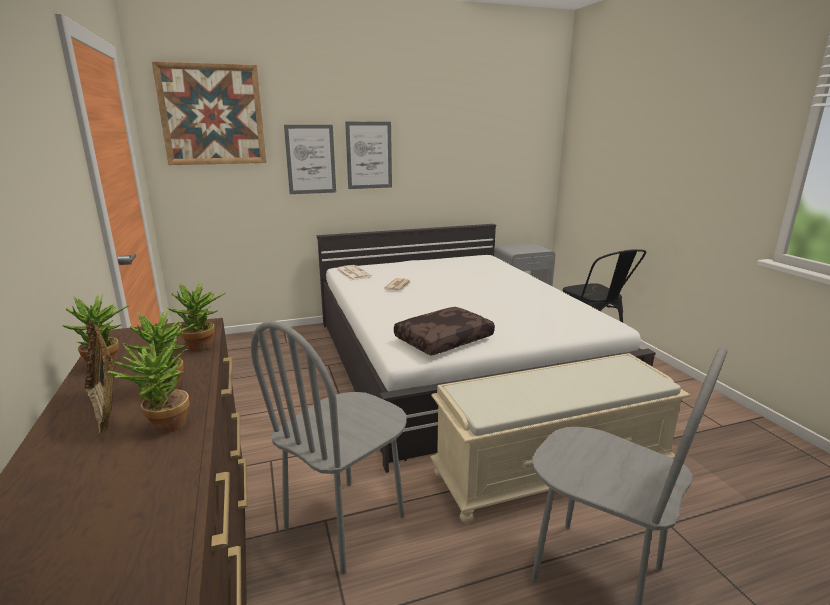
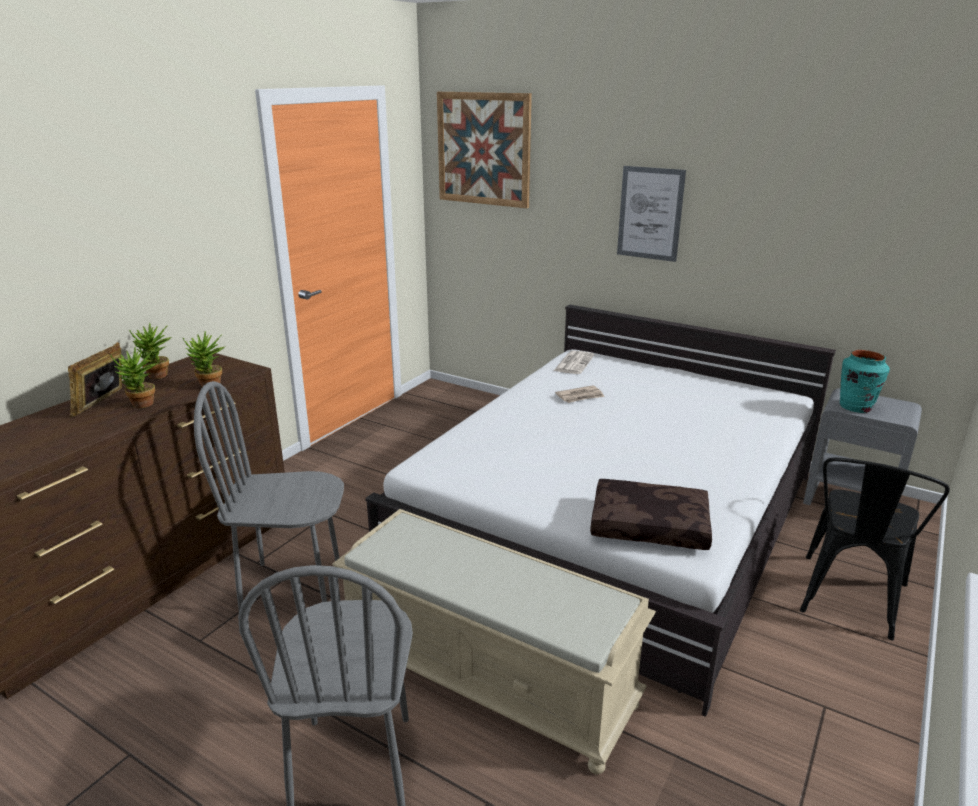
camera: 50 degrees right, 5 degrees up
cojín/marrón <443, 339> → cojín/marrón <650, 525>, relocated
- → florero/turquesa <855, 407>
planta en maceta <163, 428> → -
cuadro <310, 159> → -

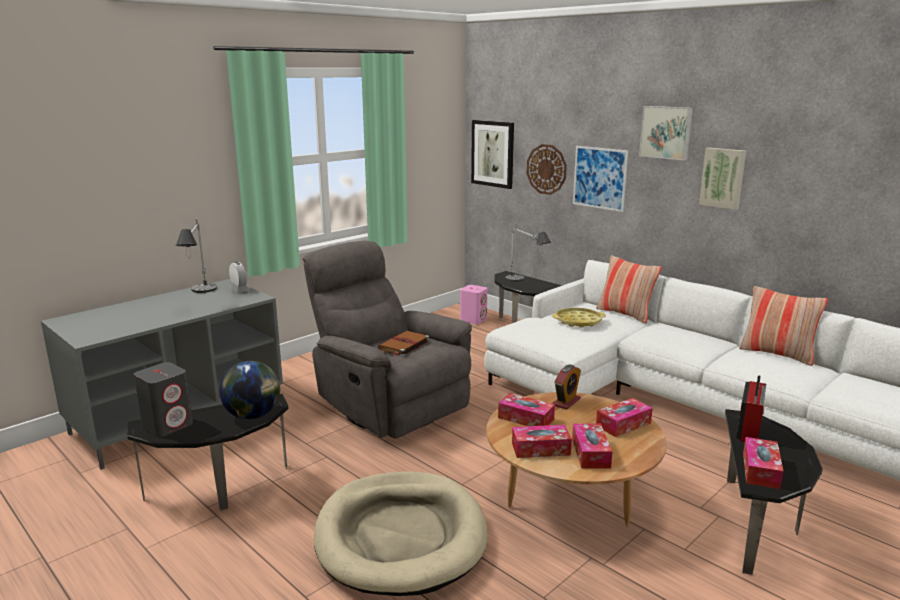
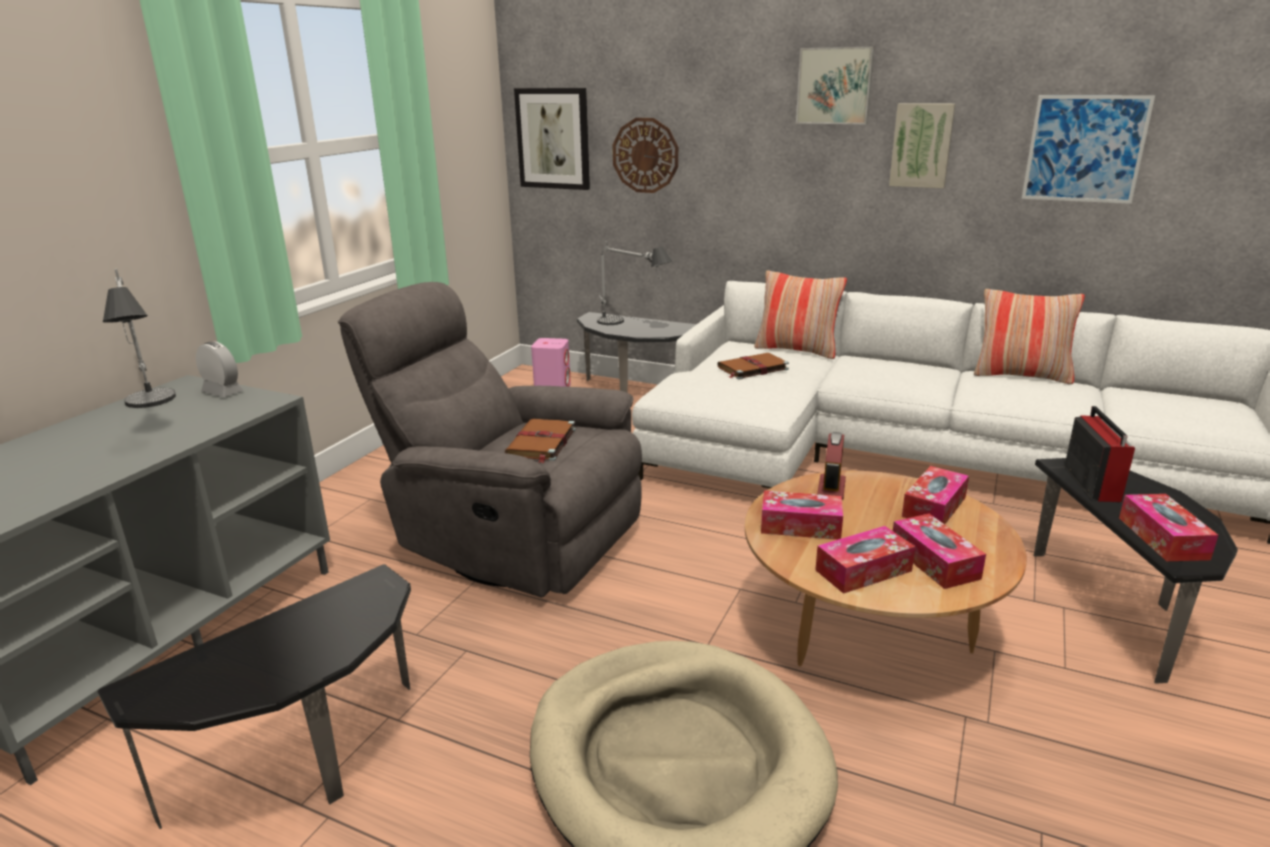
camera: 20 degrees left, 5 degrees up
bandeja/amarillo <578, 321> → libro/marrón <751, 368>
cuadro <599, 178> → cuadro <1085, 149>, relocated
altavoz/gris <168, 425> → -
globo terráqueo <253, 415> → -

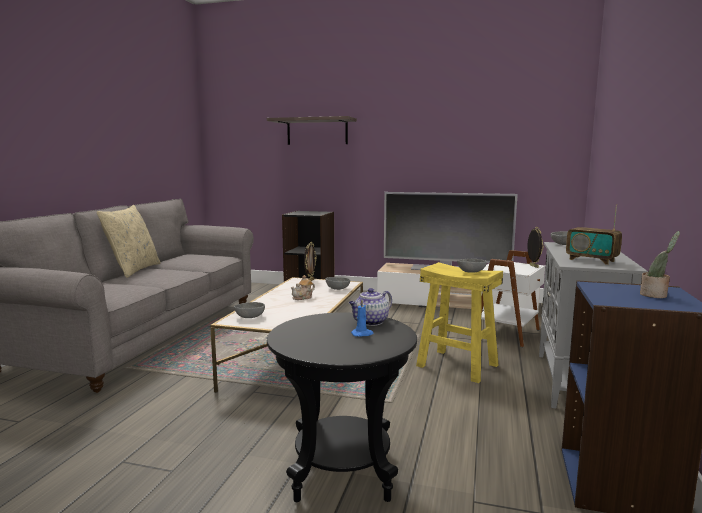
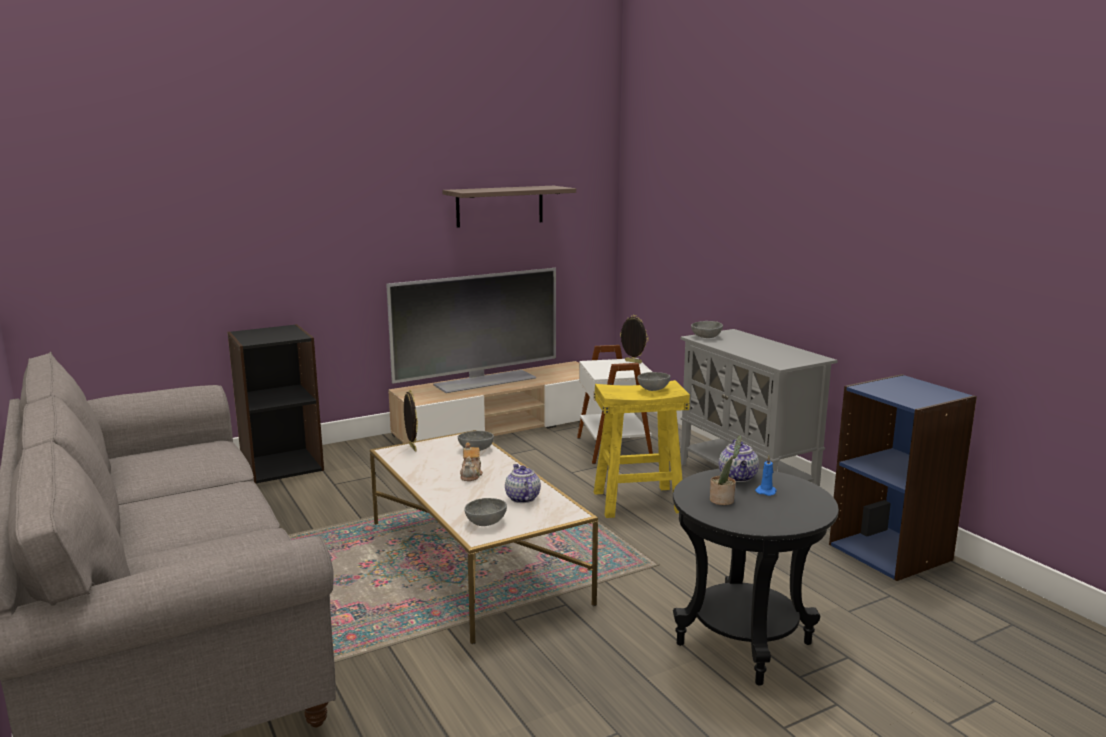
camera: 45 degrees left, 5 degrees up
estante <317, 131> → estante <500, 206>, relocated
- → tetera <522, 498>
planta en maceta <655, 295> → planta en maceta <723, 500>, relocated
cojín/beis <133, 270> → -
radio <591, 260> → -

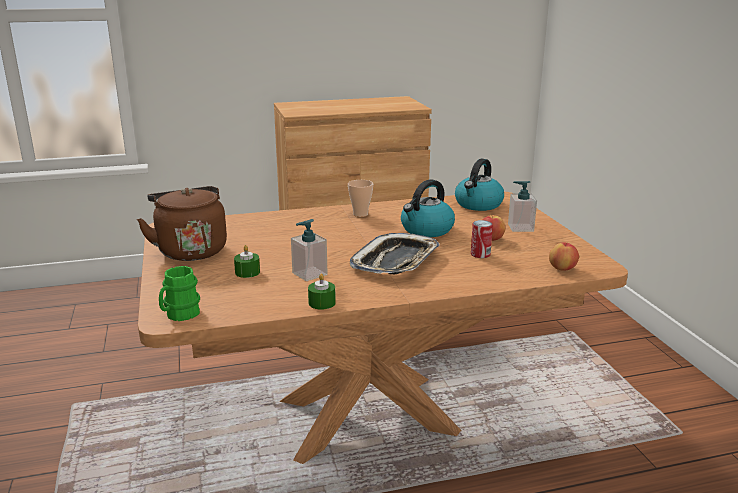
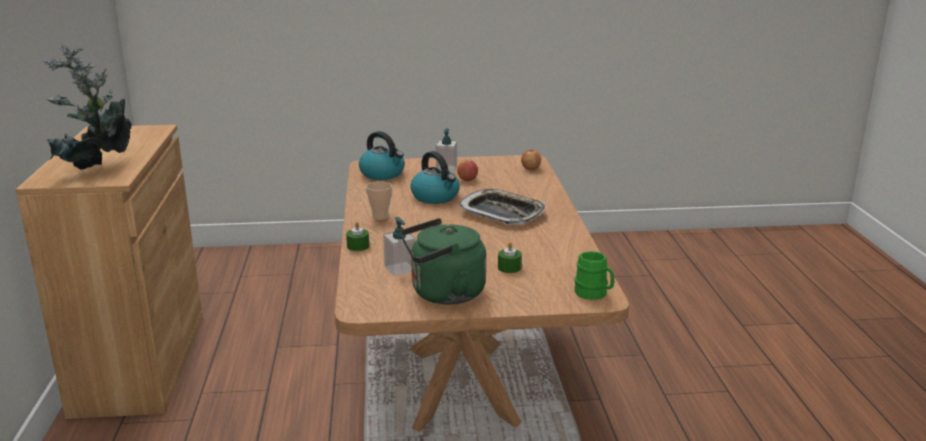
camera: 80 degrees left, 0 degrees up
- → planta en maceta <97, 170>
vela/verde <322, 303> → vela/verde <358, 246>, relocated
dispensador de jabón <309, 274> → dispensador de jabón <400, 269>, relocated
hervidor/marrón <190, 250> → hervidor/verde <443, 294>
lata <480, 254> → -

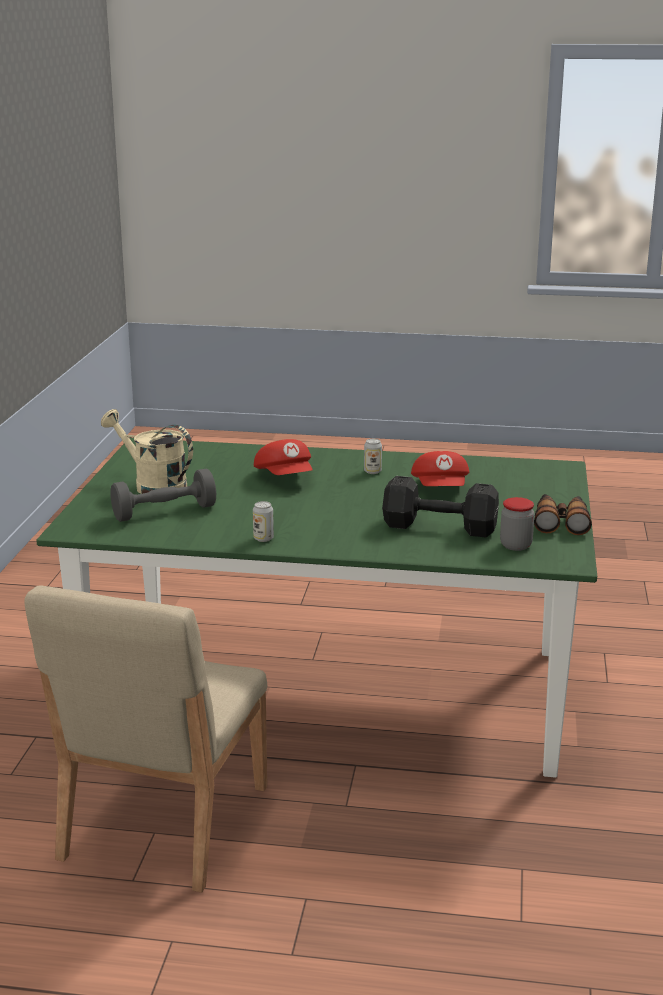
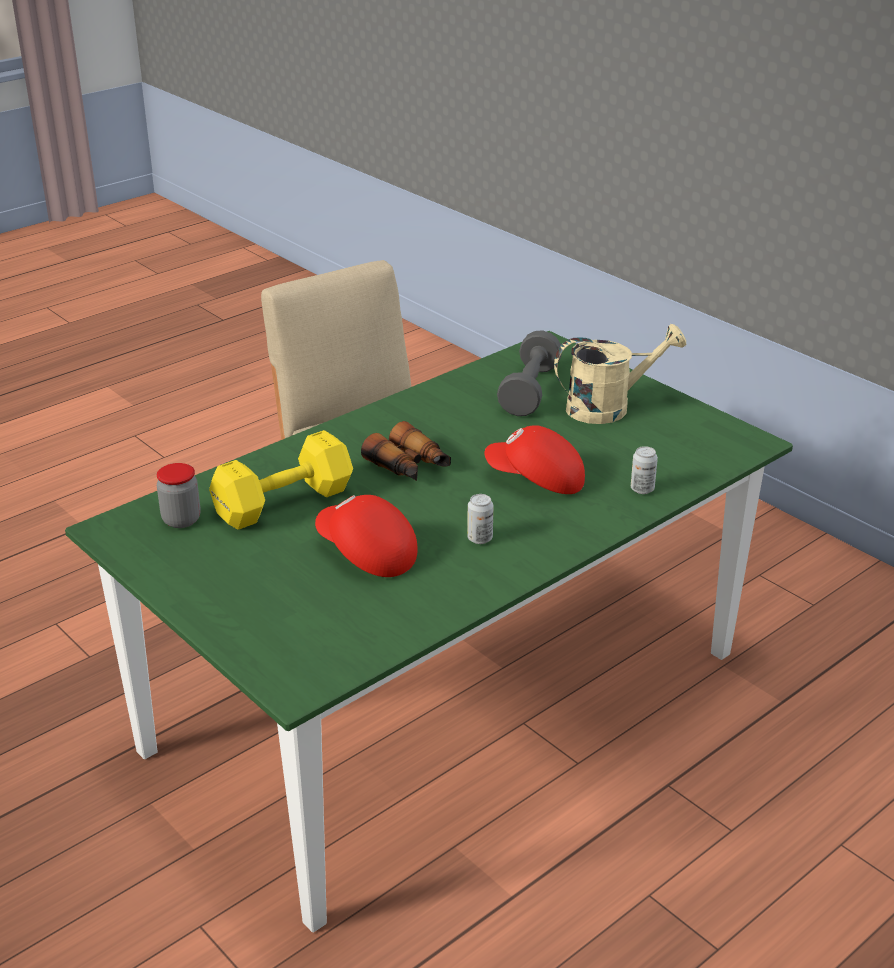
camera: 130 degrees right, 10 degrees up
mancuerna/negro <437, 526> → mancuerna/amarillo <287, 502>
prismáticos <561, 522> → prismáticos <409, 467>, relocated
lata <263, 538> → lata <642, 489>, relocated

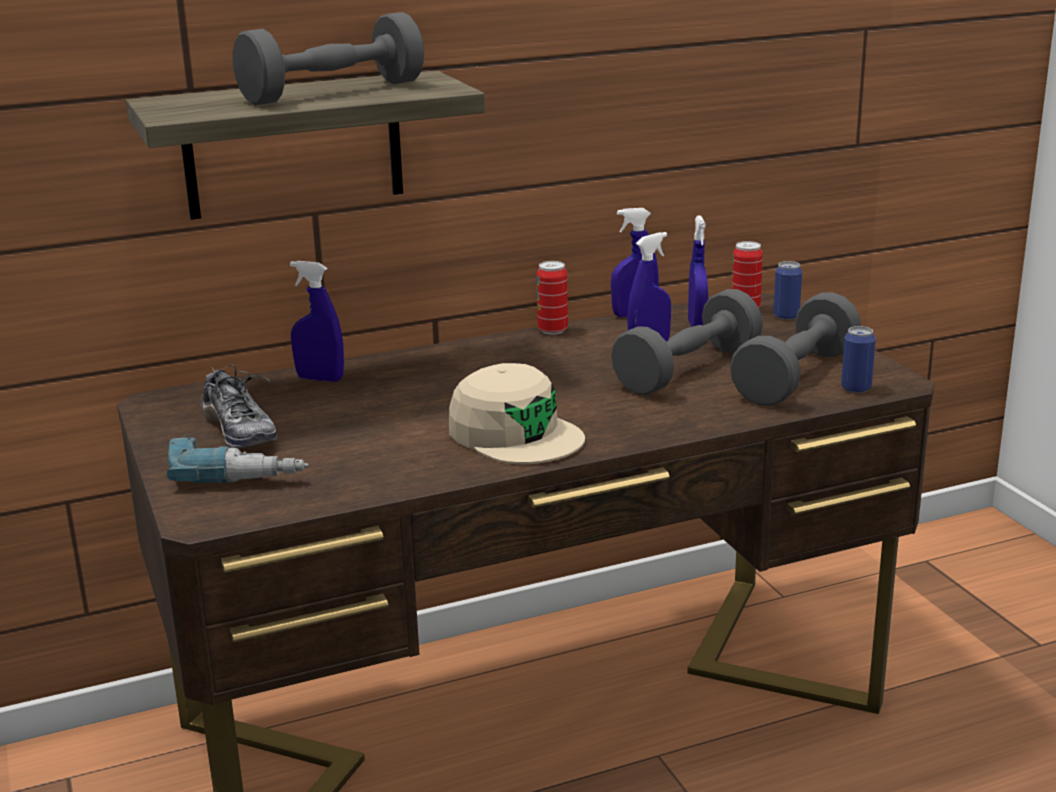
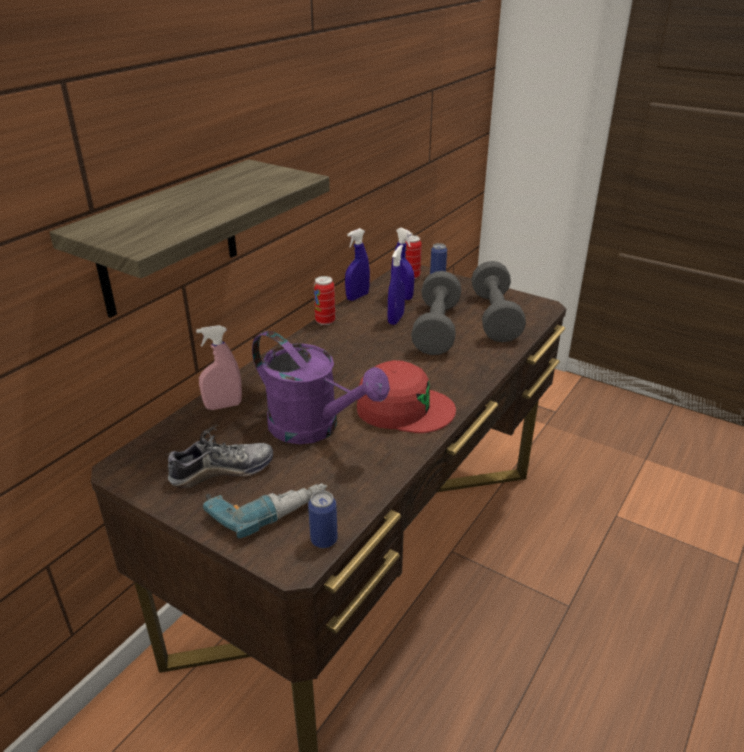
camera: 35 degrees left, 10 degrees up
zapato <239, 431> → zapato <222, 471>, 45 degrees counterclockwise
pulverizador/azul <320, 379> → pulverizador/rosa <223, 406>
- → regadera/morado <314, 428>
lata <856, 388> → lata <324, 540>, relocated
gorra/beis <515, 434> → gorra/rojo <404, 408>
mancuerna/gris <333, 93> → -

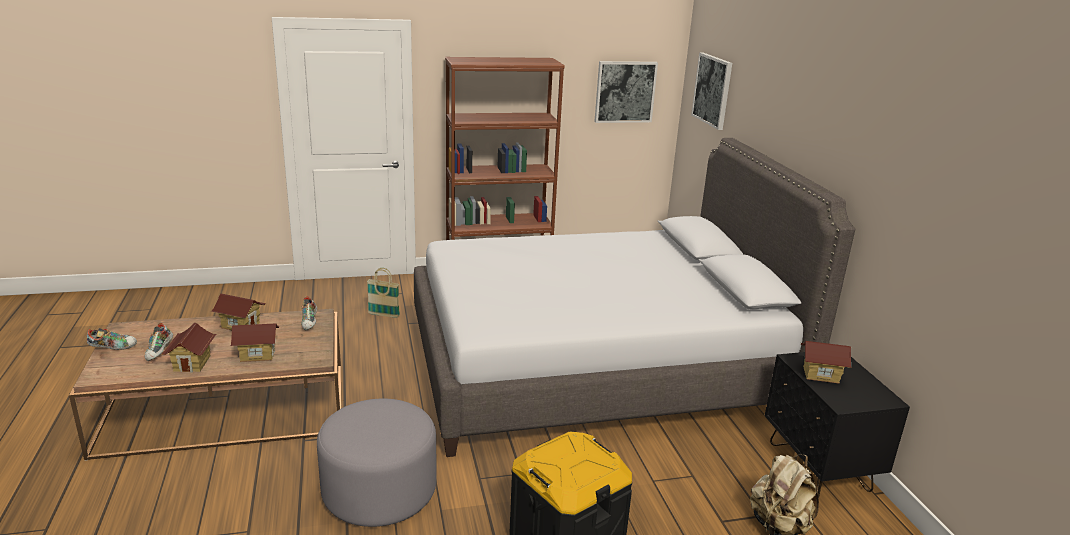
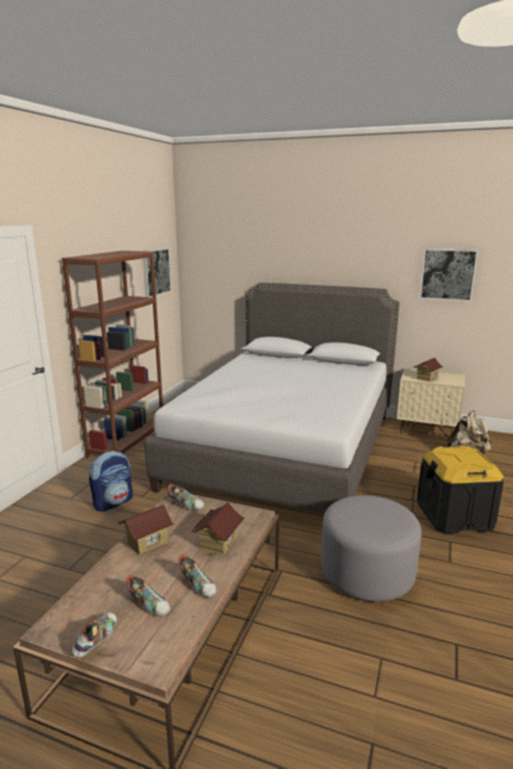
camera: 55 degrees left, 5 degrees down
cesta <384, 315> → mochila <113, 502>
casita <192, 363> → zapato <198, 585>
mesita de noche/negro <819, 467> → mesita de noche/beis <427, 430>
cuadro <712, 90> → cuadro <448, 274>, relocated

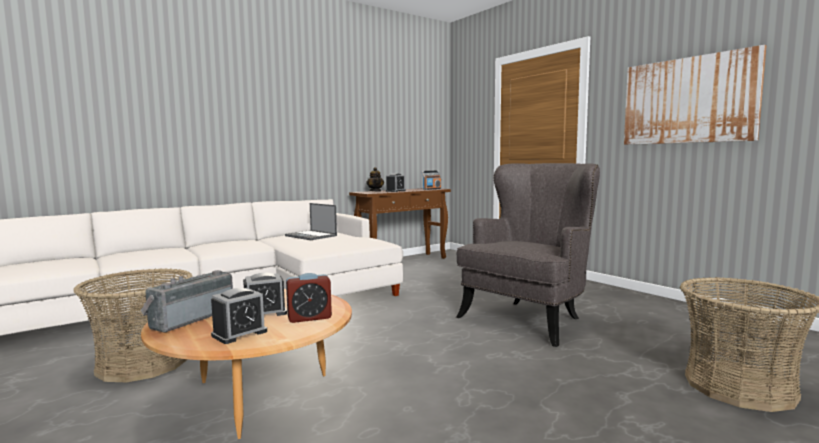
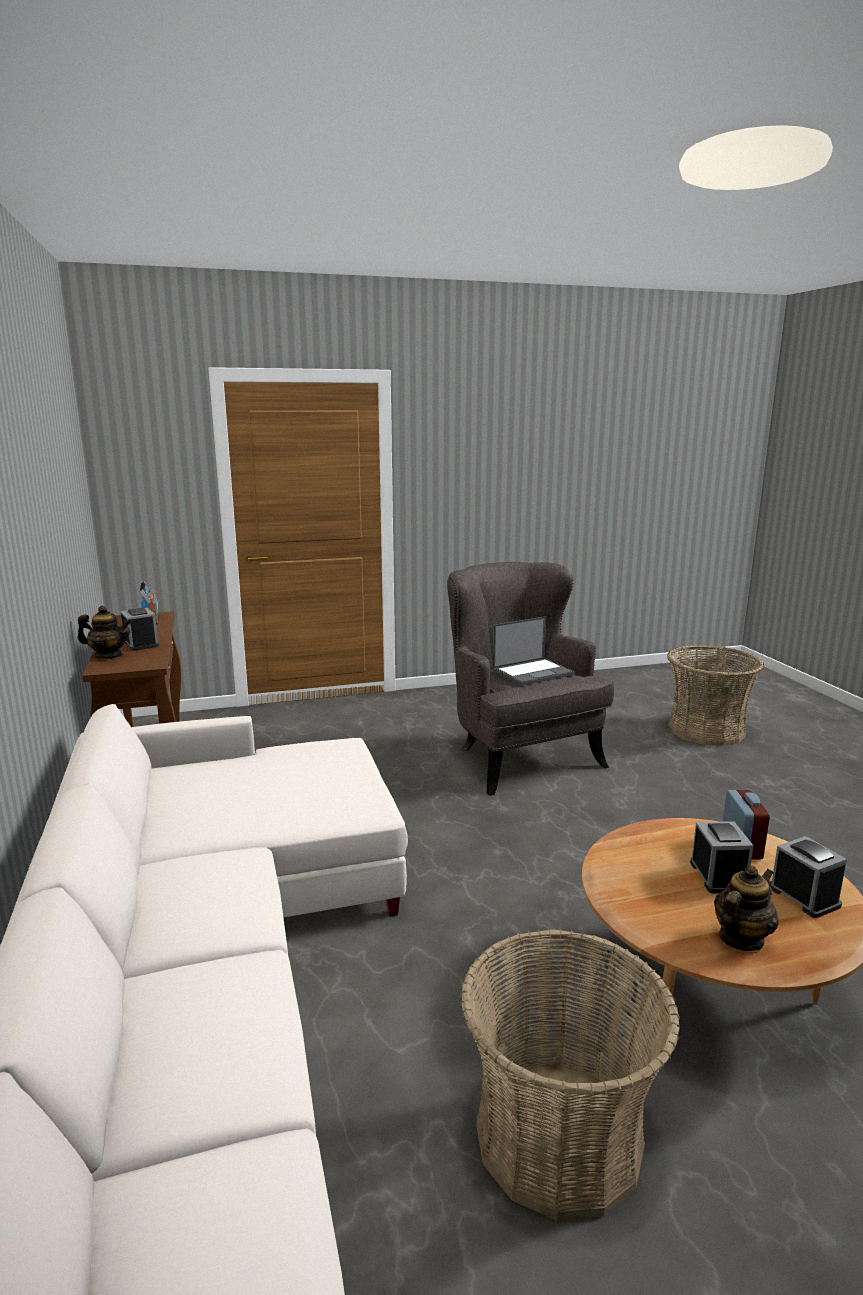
camera: 70 degrees left, 10 degrees up
portátil <311, 236> → portátil <533, 672>, relocated
radio <191, 318> → tetera <740, 938>
cuadro <688, 100> → -

